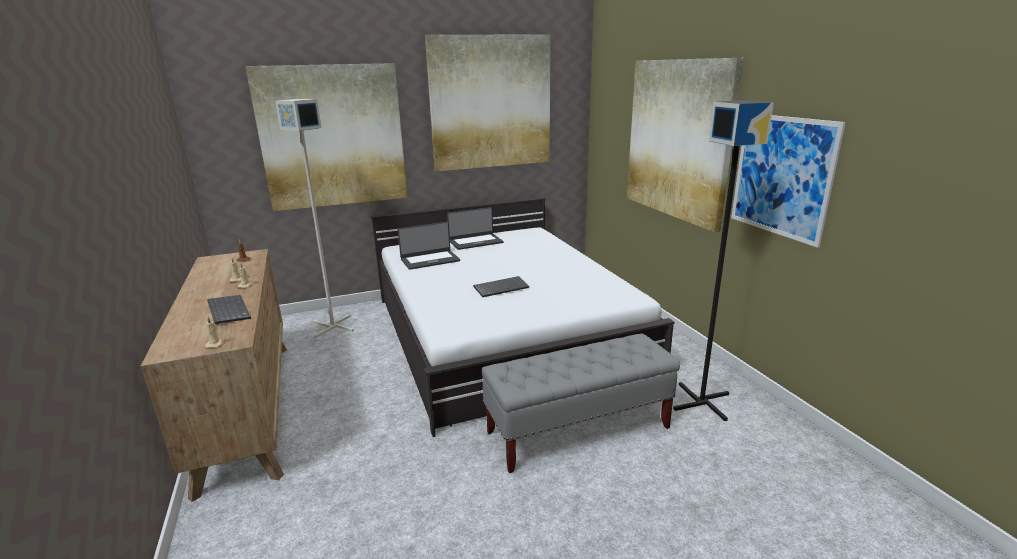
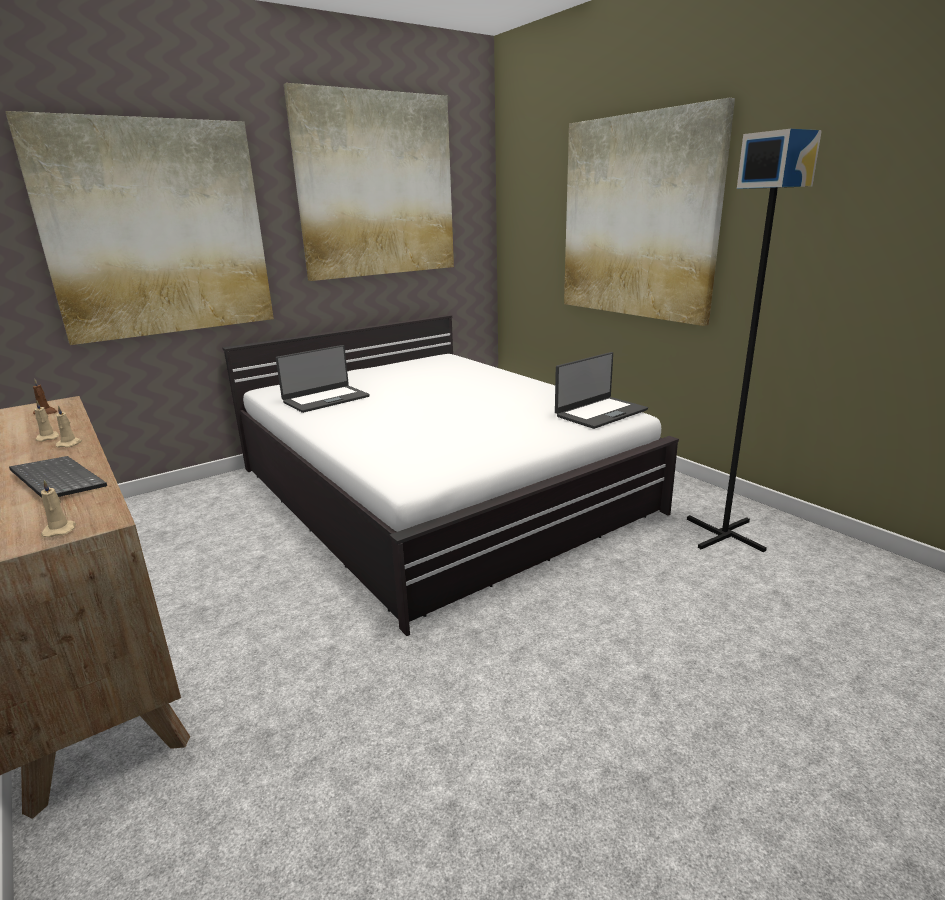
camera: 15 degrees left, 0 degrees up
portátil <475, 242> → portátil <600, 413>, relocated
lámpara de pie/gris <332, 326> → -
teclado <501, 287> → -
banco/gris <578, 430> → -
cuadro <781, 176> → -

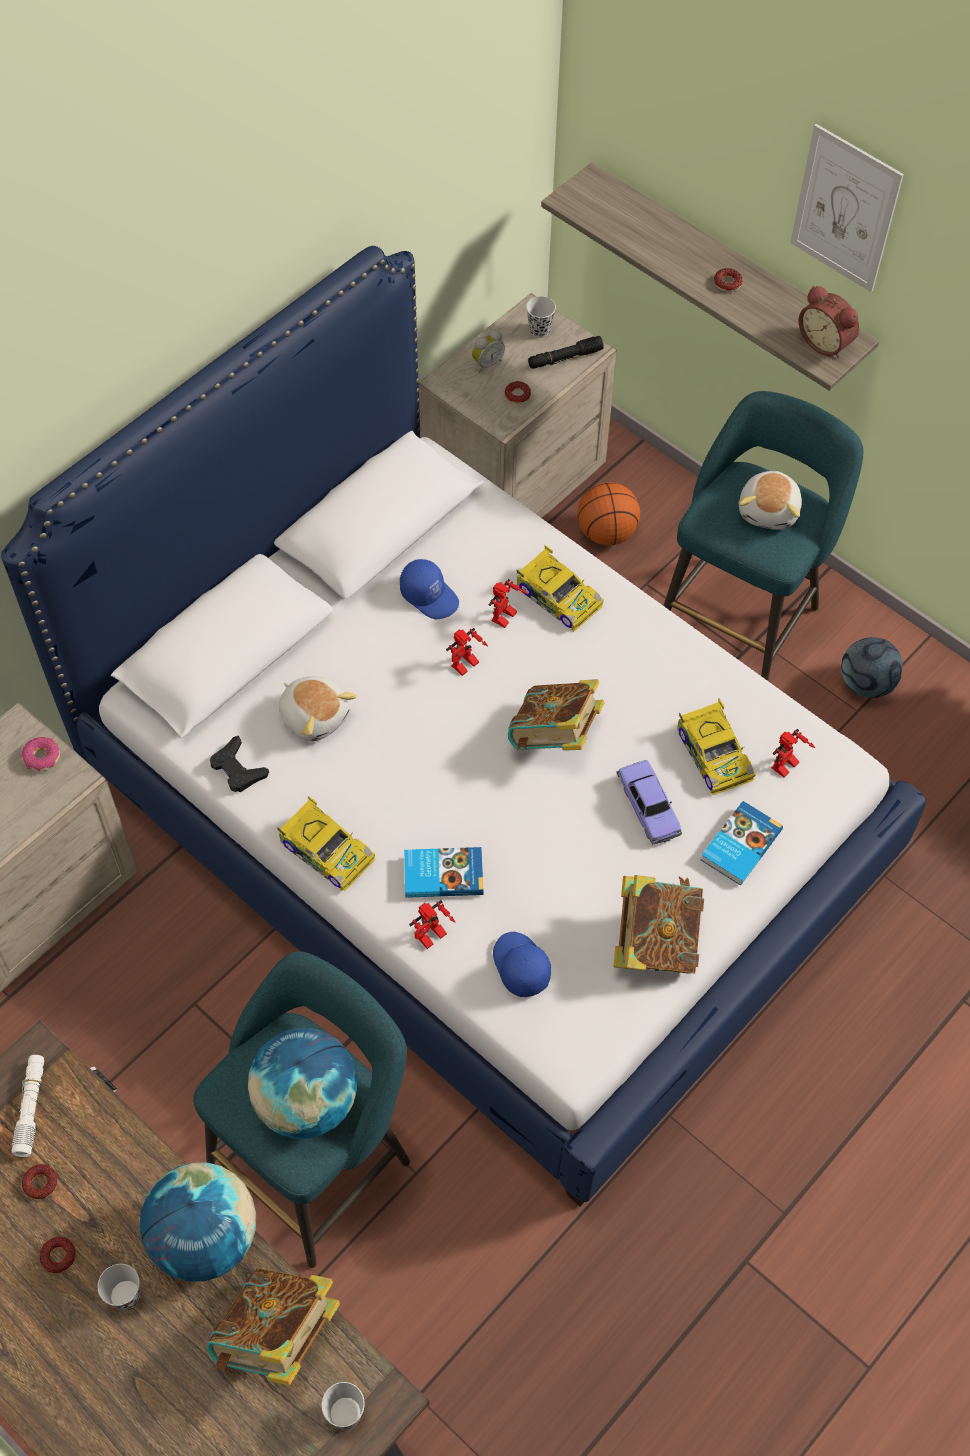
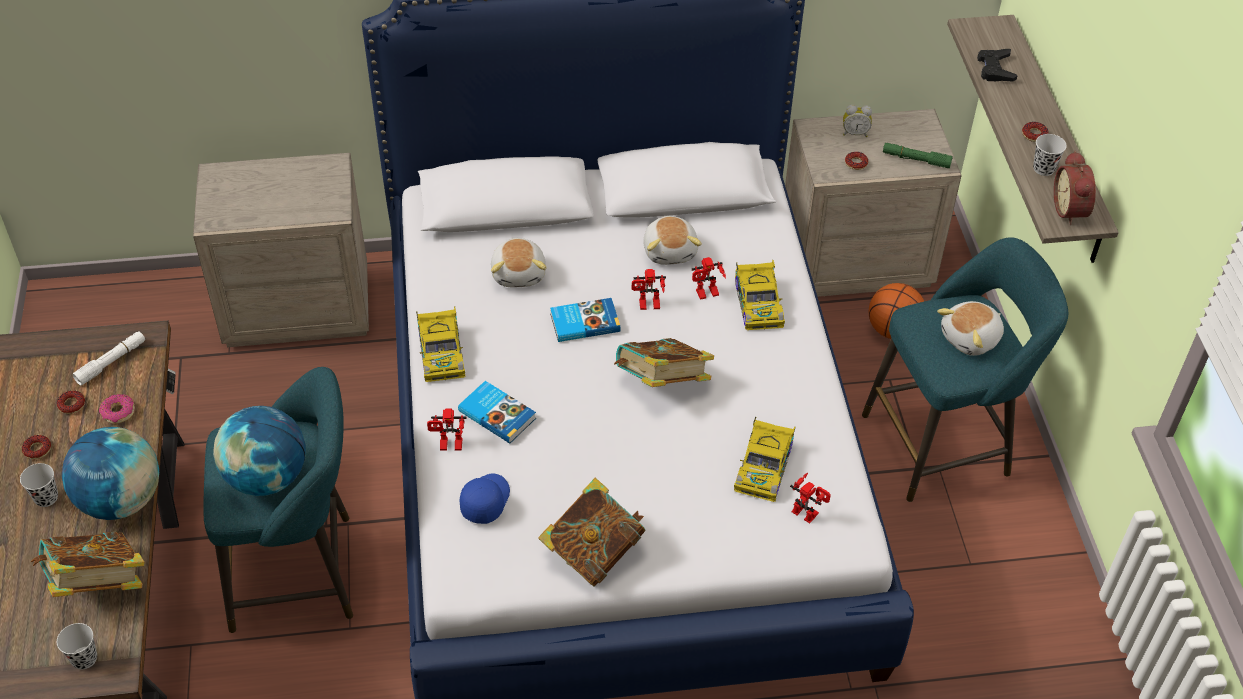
camera: 40 degrees right, 10 degrees down
rosquilla <42, 758> → rosquilla <118, 413>, relocated
libro <739, 845> → libro <584, 322>, relocated
gorra/azul <430, 595> → peluche <670, 250>
robot de juguete <786, 768> → robot de juguete <808, 511>, 135 degrees counterclockwise
linterna/negro <565, 358> → linterna/verde <916, 160>
mando de consola/negro <238, 769> → mando de consola/negro <995, 69>, relocated
taza/negro <539, 330> → taza/negro <1043, 169>, relocated
coche de juguete <648, 807> → -
cuadro <845, 209> → -
balón de fútbol <866, 683> → -

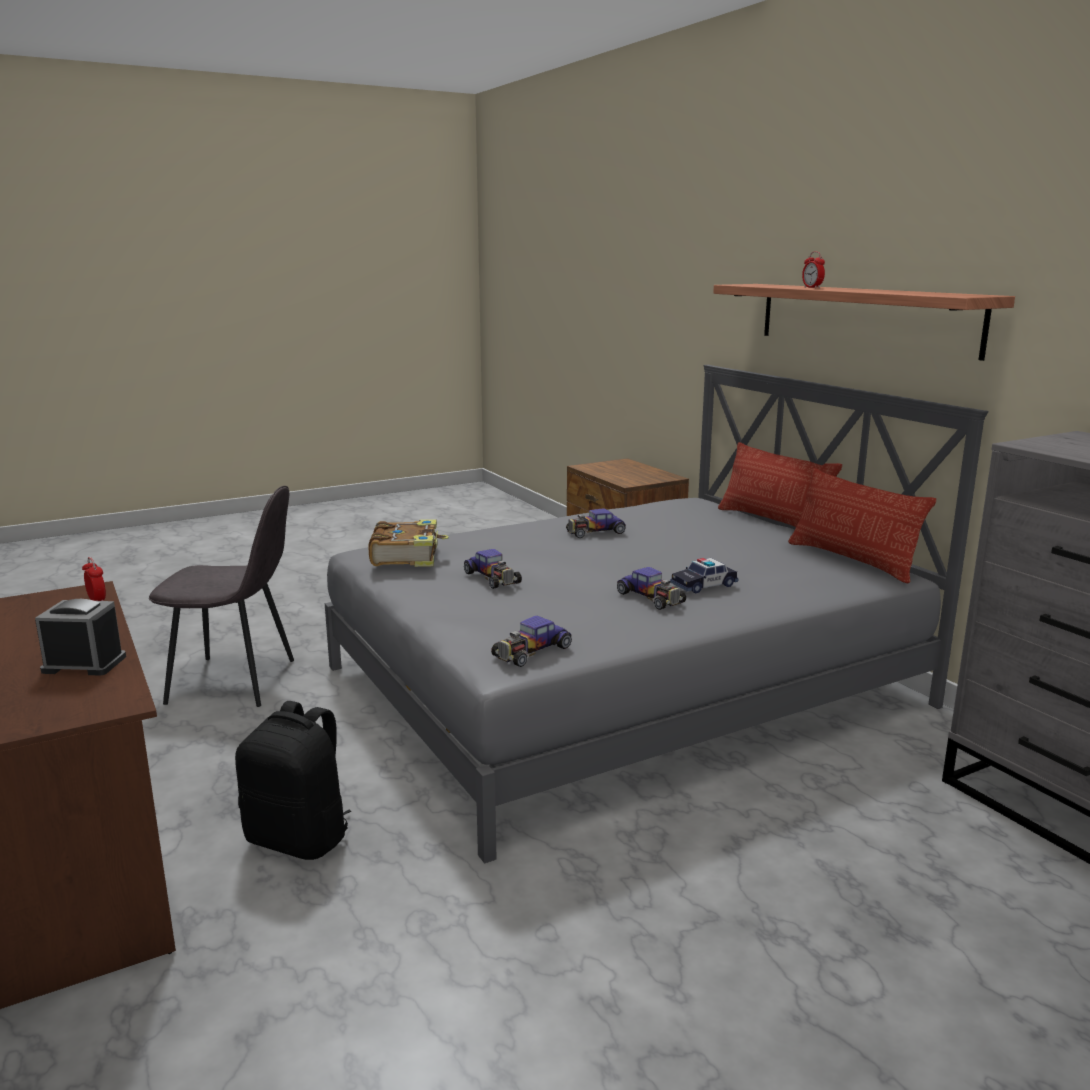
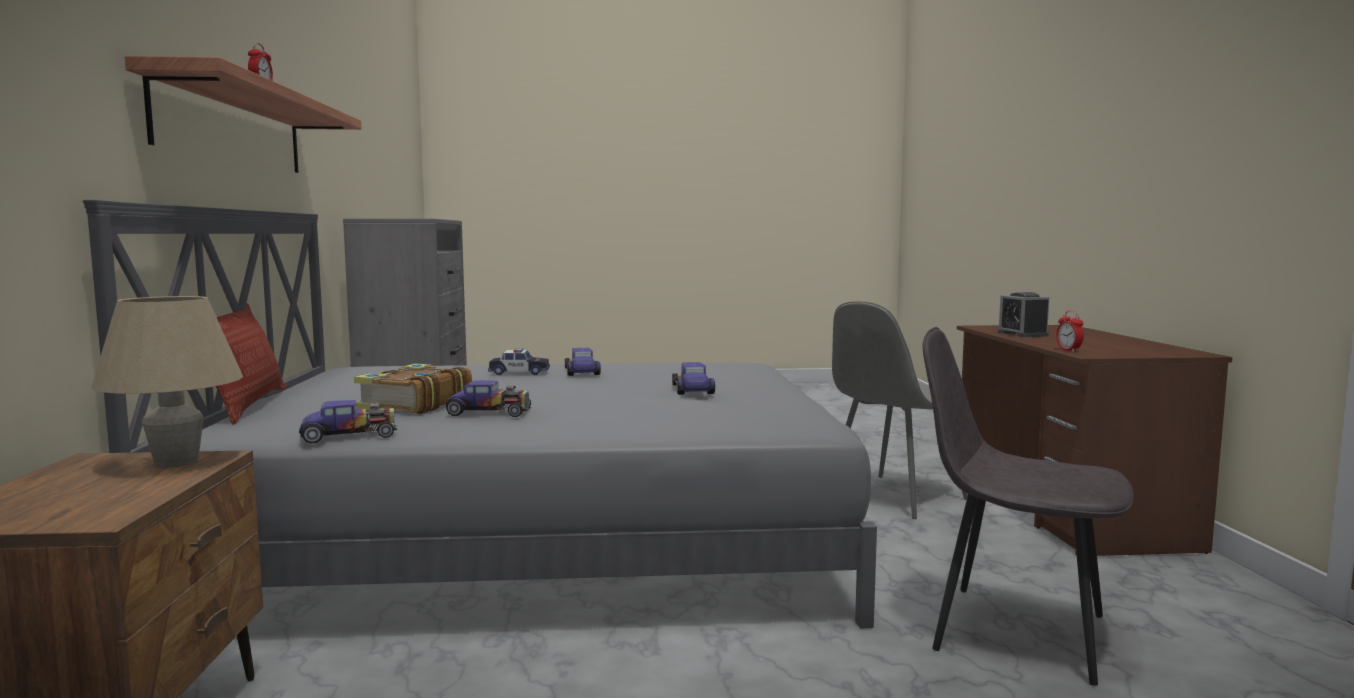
camera: 155 degrees left, 10 degrees down
- → lámpara de mesa/beis <176, 462>
coche de juguete <531, 651> → coche de juguete <349, 435>, relocated
libro <407, 555> → libro <414, 404>, relocated
mochila/negro <300, 839> → silla/gris <893, 497>
despertador <84, 664> → despertador <1022, 334>, 45 degrees clockwise
cojín <852, 560> → -

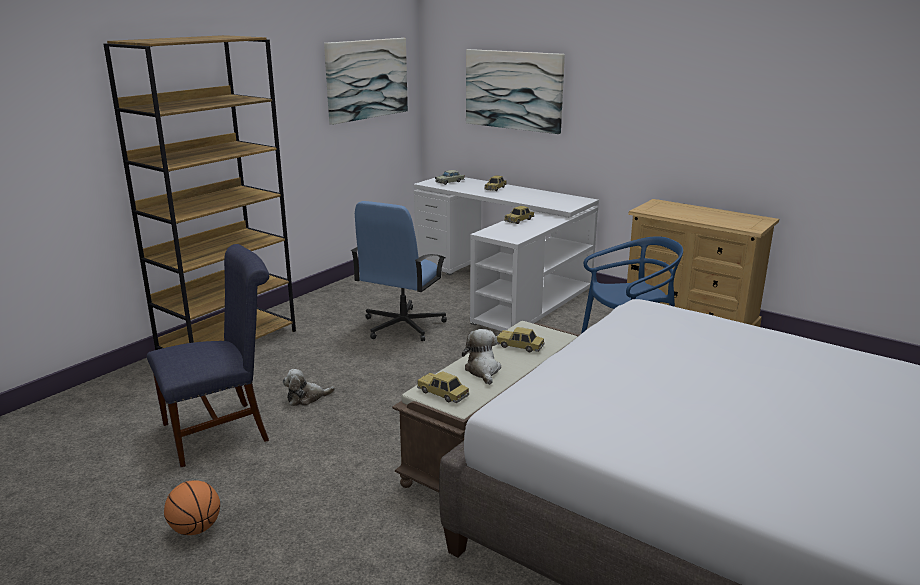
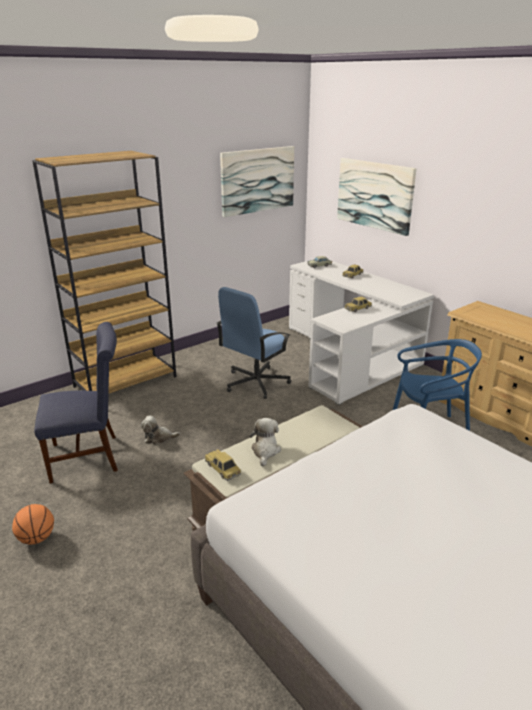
camera: 15 degrees right, 5 degrees up
coche de juguete <520, 346> → -

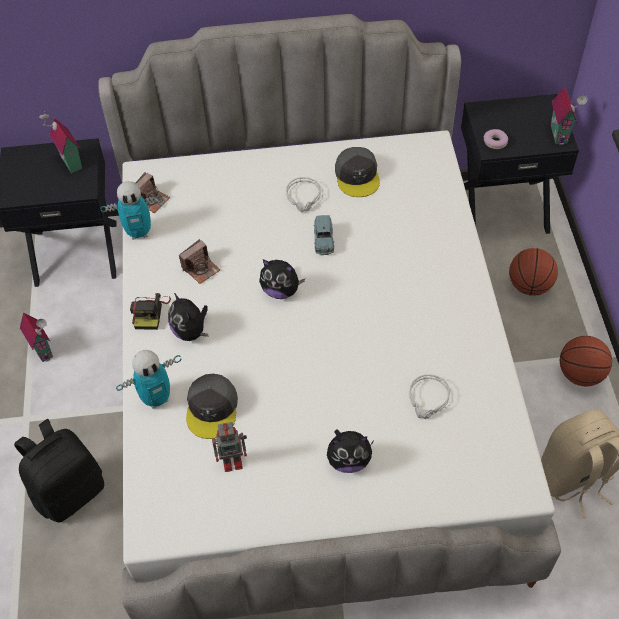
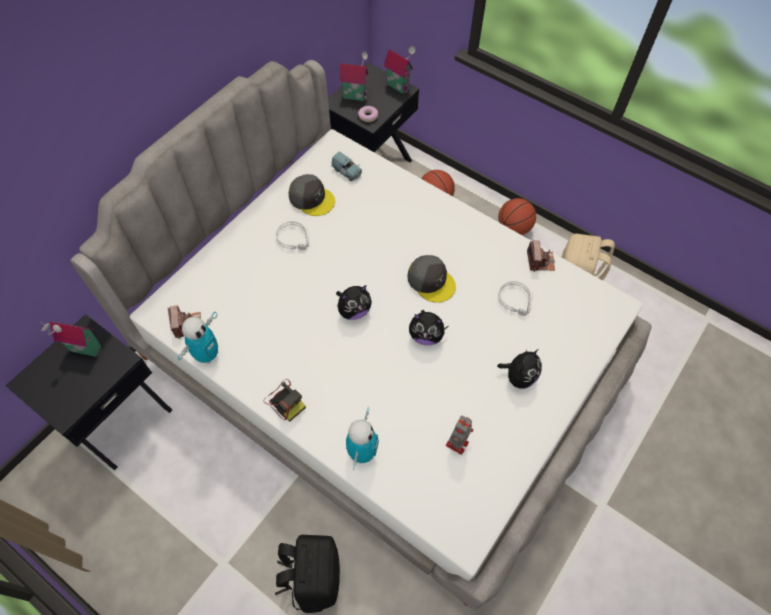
camera: 50 degrees left, 5 degrees up
coche de juguete/azul <323, 241> → coche de juguete/azul <347, 171>, relocated
casita <44, 349> → casita <355, 95>, relocated
gorra/gris <212, 408> → gorra/gris <431, 281>, relocated
peluche <191, 331> → peluche <426, 336>, relocated
cámara <201, 268> → cámara <540, 261>, relocated

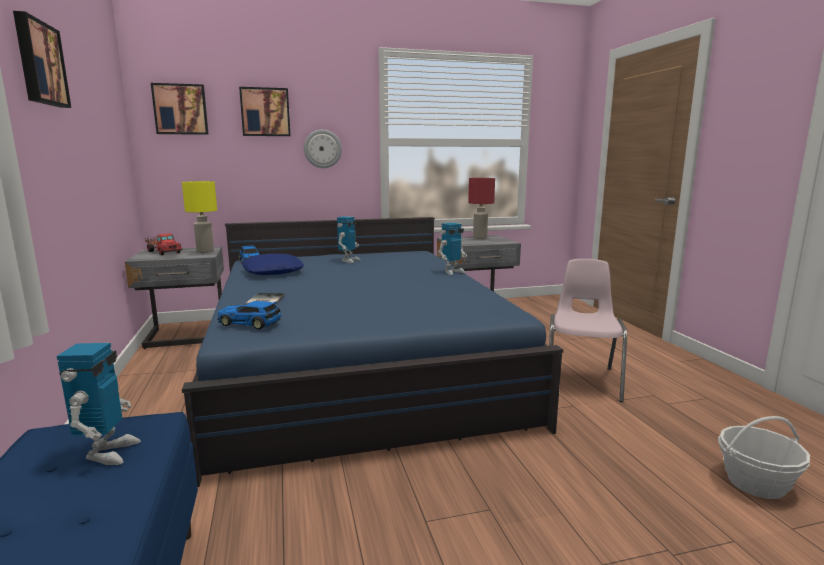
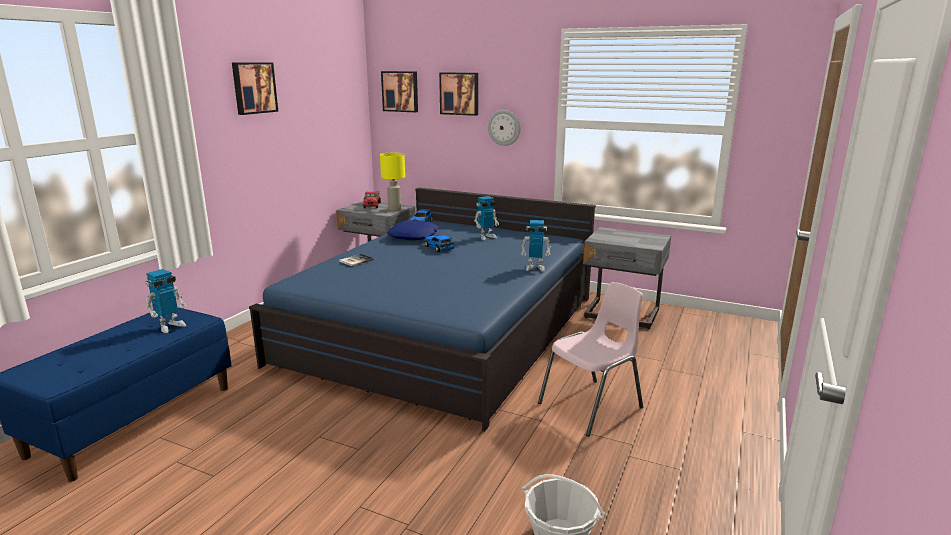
camera: 40 degrees right, 5 degrees up
coche de juguete <250, 323> → coche de juguete <439, 248>, relocated
lámpara de mesa/rojo <479, 238> → -

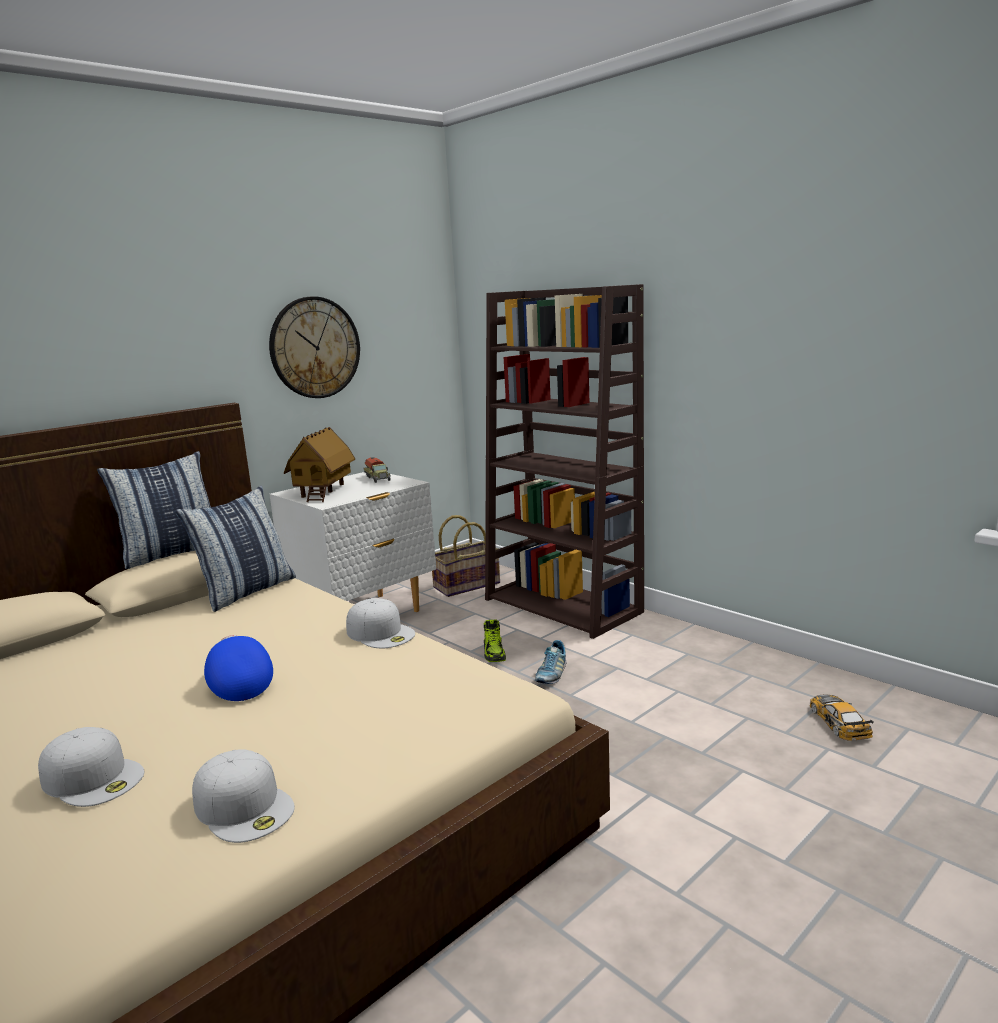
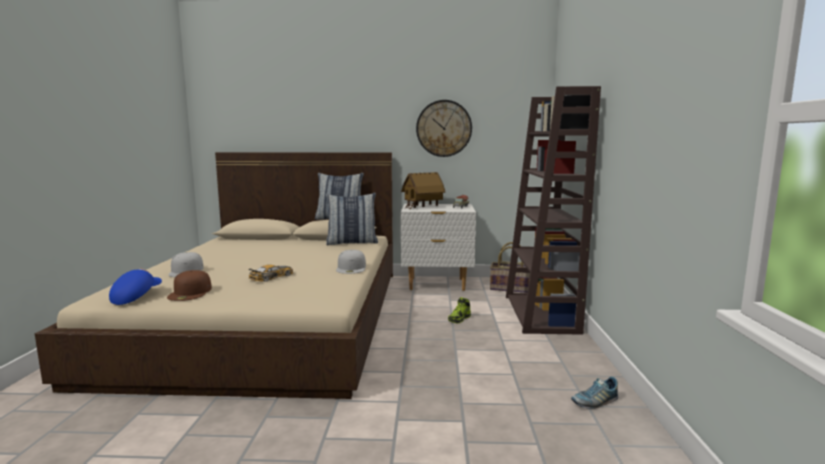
camera: 45 degrees right, 5 degrees down
gorra/azul <238, 683> → gorra/azul <136, 297>, relocated
gorra/blanco <245, 806> → gorra/marrón <190, 292>
coche de juguete <839, 722> → coche de juguete <272, 277>, relocated
zapato <551, 674> → zapato <594, 402>, relocated

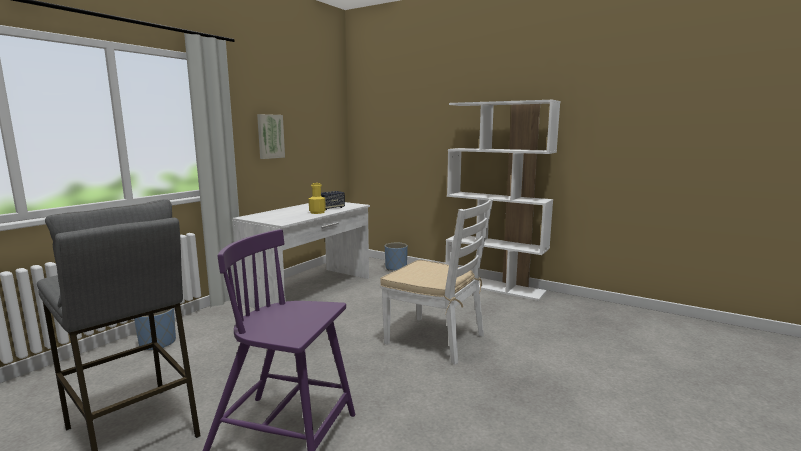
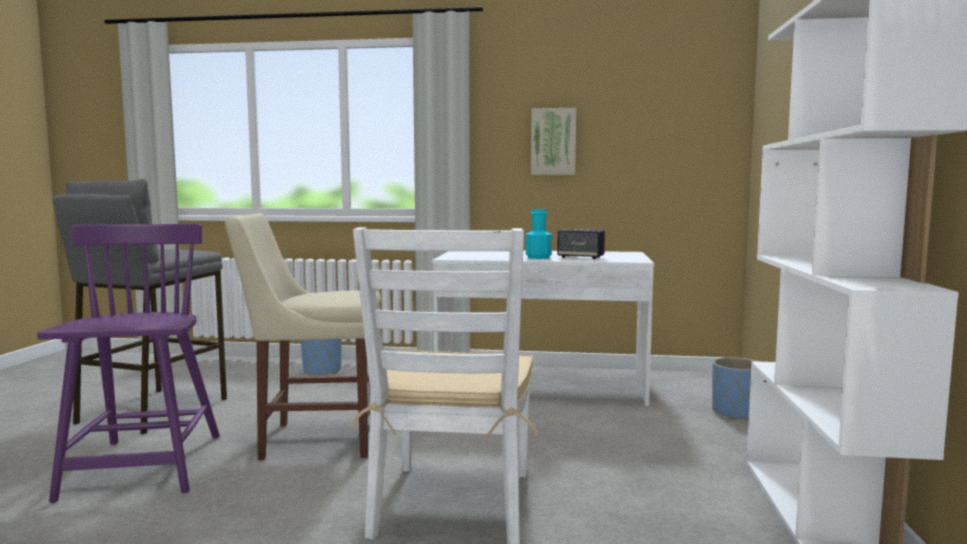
camera: 65 degrees right, 5 degrees down
- → silla/beis <314, 439>
botella/amarillo <317, 212> → botella/turquesa <538, 257>

